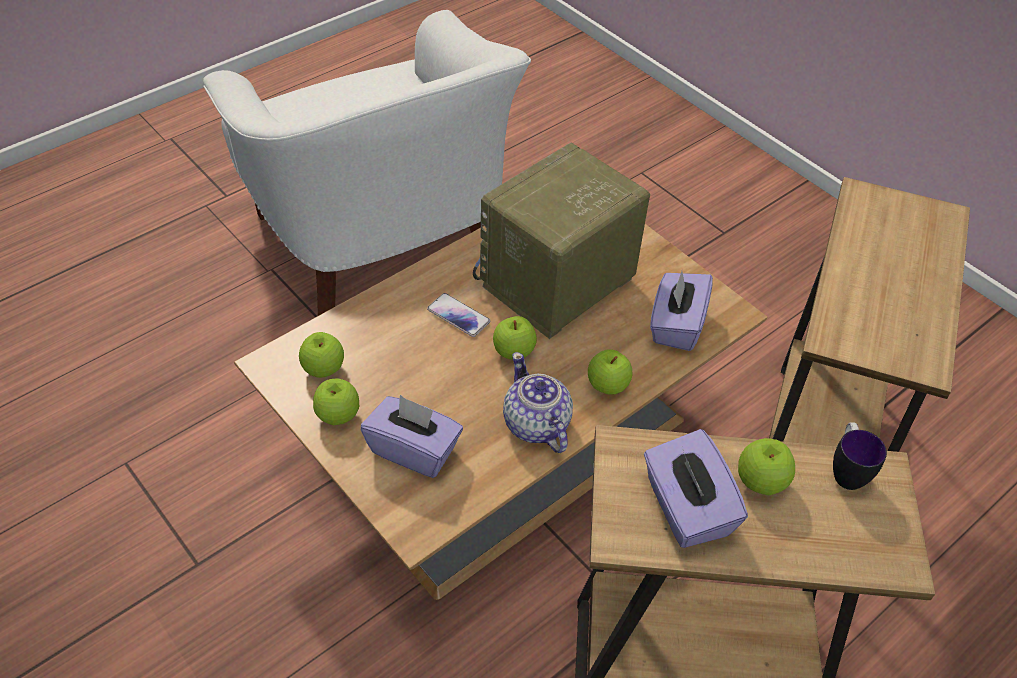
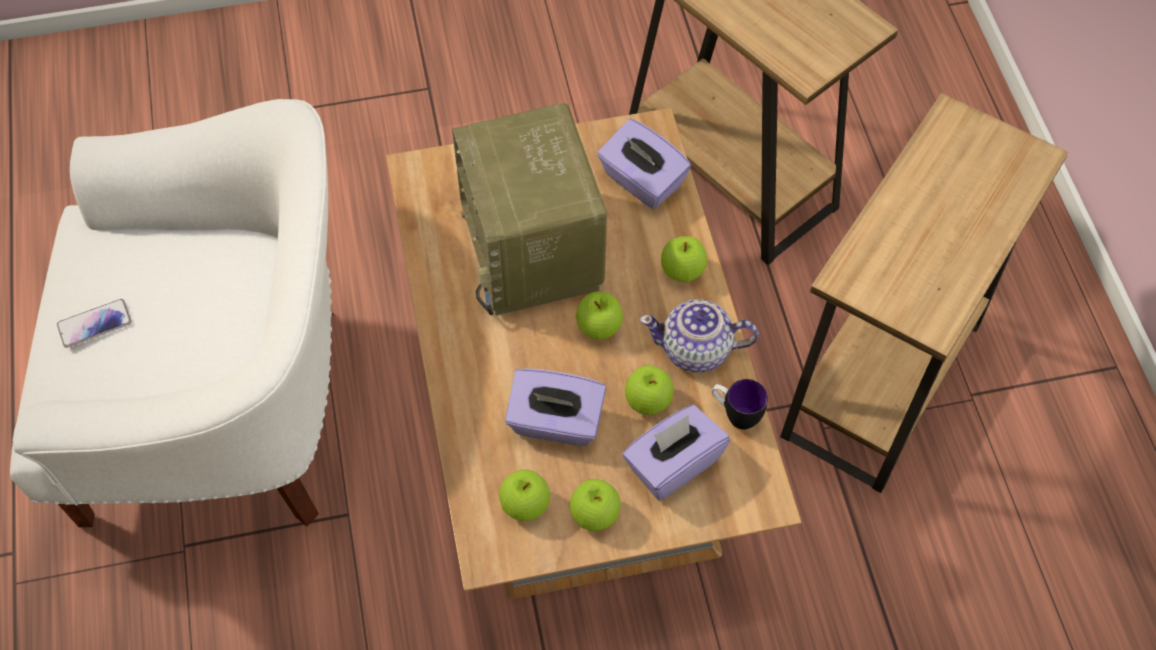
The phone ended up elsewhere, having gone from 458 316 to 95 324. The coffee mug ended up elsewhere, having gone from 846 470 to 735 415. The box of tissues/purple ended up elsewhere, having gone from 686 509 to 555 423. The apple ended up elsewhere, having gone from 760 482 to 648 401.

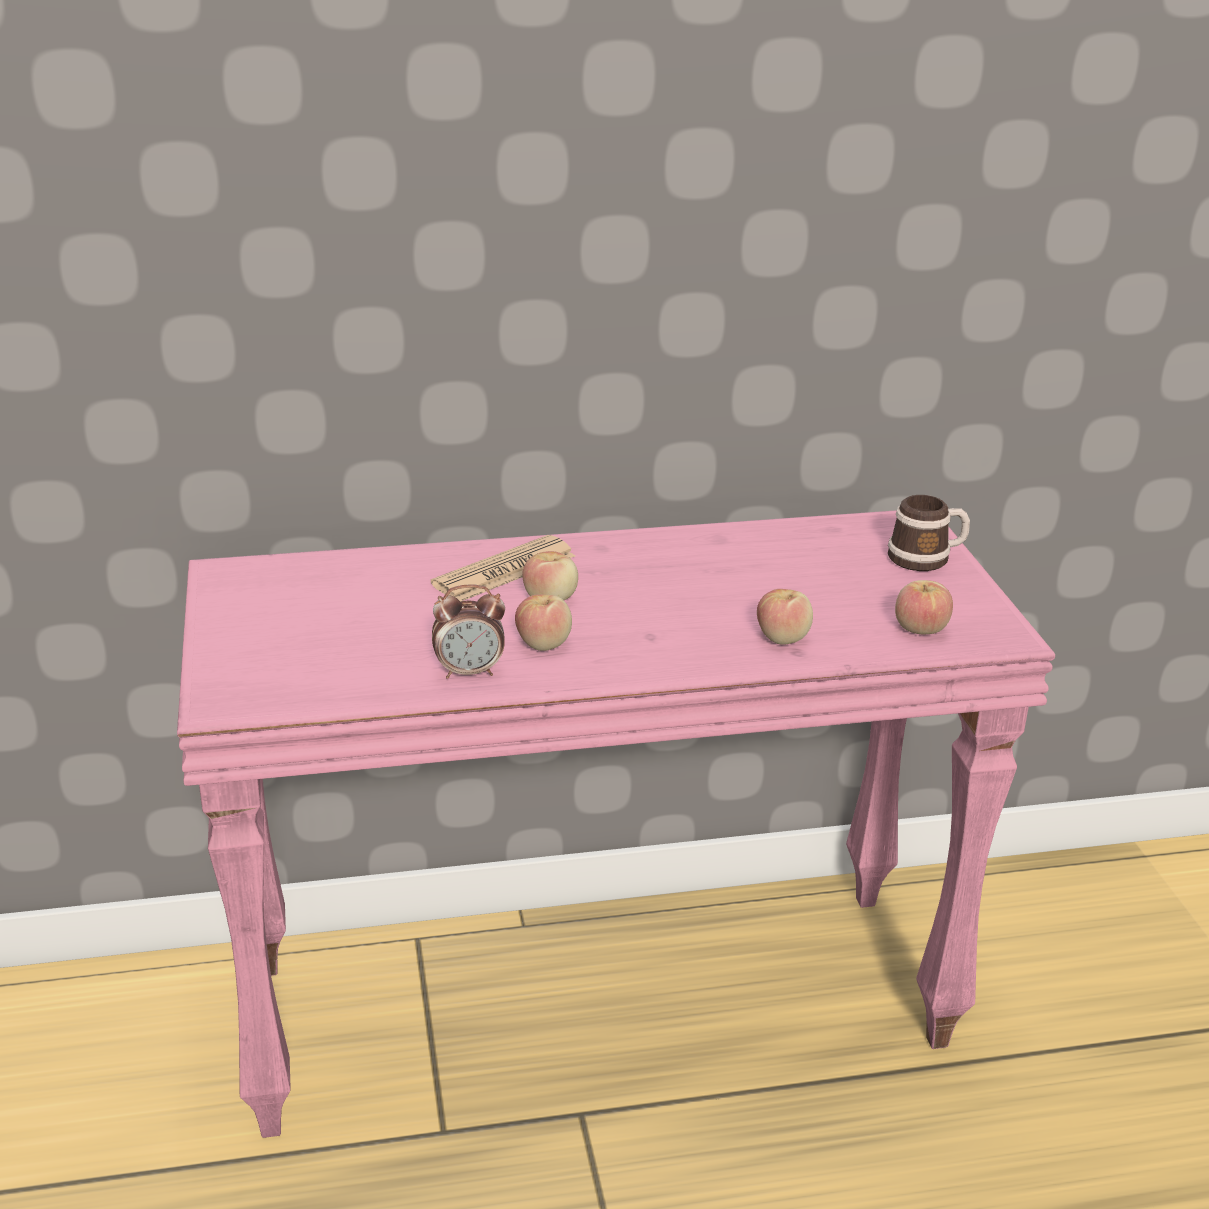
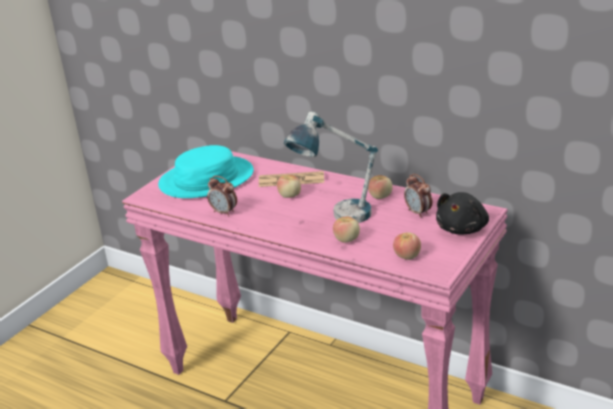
Where the coffee mug stood at 926 557, the soft toy/black-coloured came to stand at 463 228. The apple ended up elsewhere, having gone from 543 643 to 380 196. The second view gained the table lamp at 336 218. The second view gained the hat/blue-green at 207 179. The second view gained the table clock at 418 213.

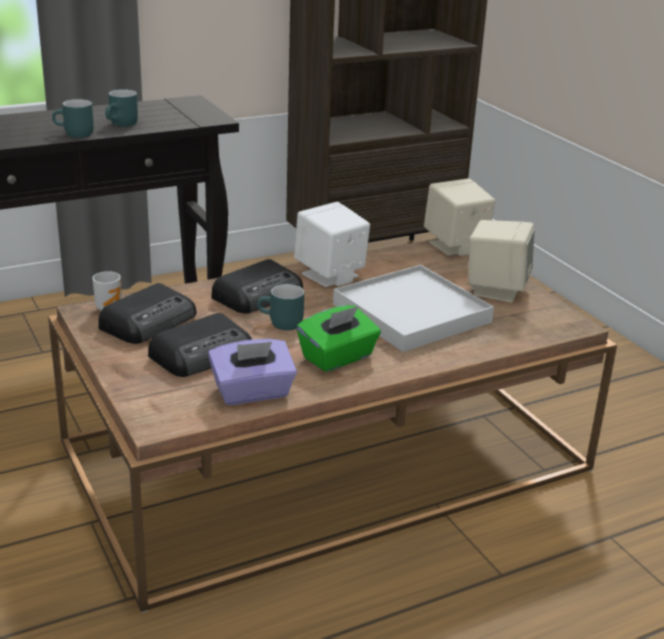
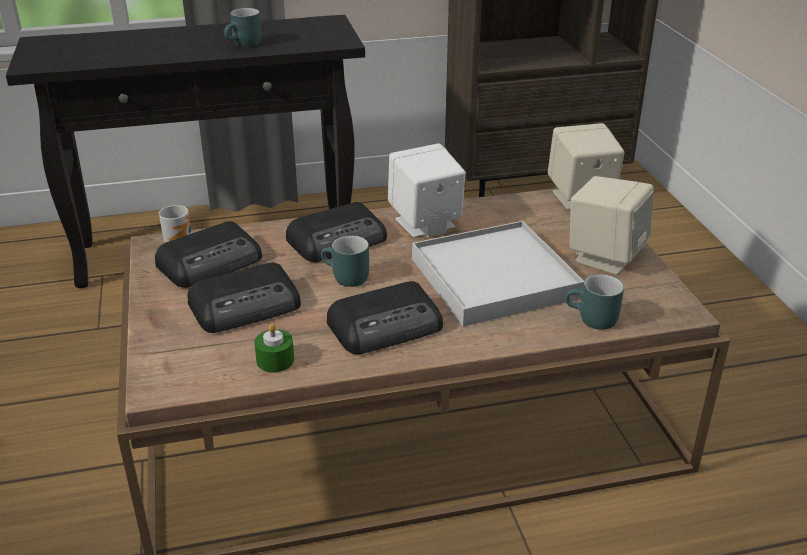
The coffee mug/blue-green ended up elsewhere, having gone from 74 134 to 591 320. Where the box of tissues/greenish stood at 338 357, the radio set came to stand at 387 326. Where the box of tissues/purple stood at 252 393, the candle/greenish came to stand at 275 360.

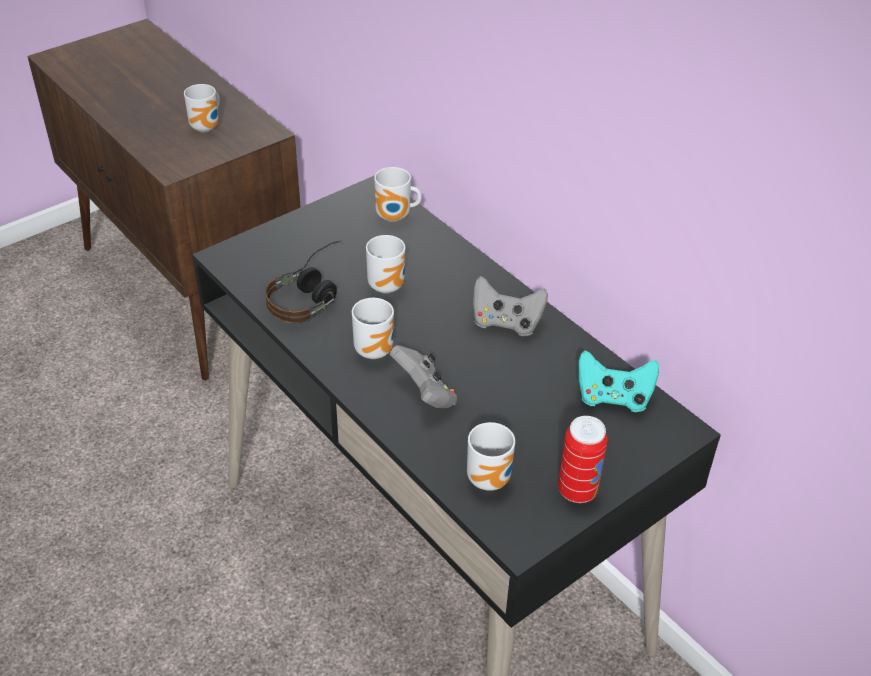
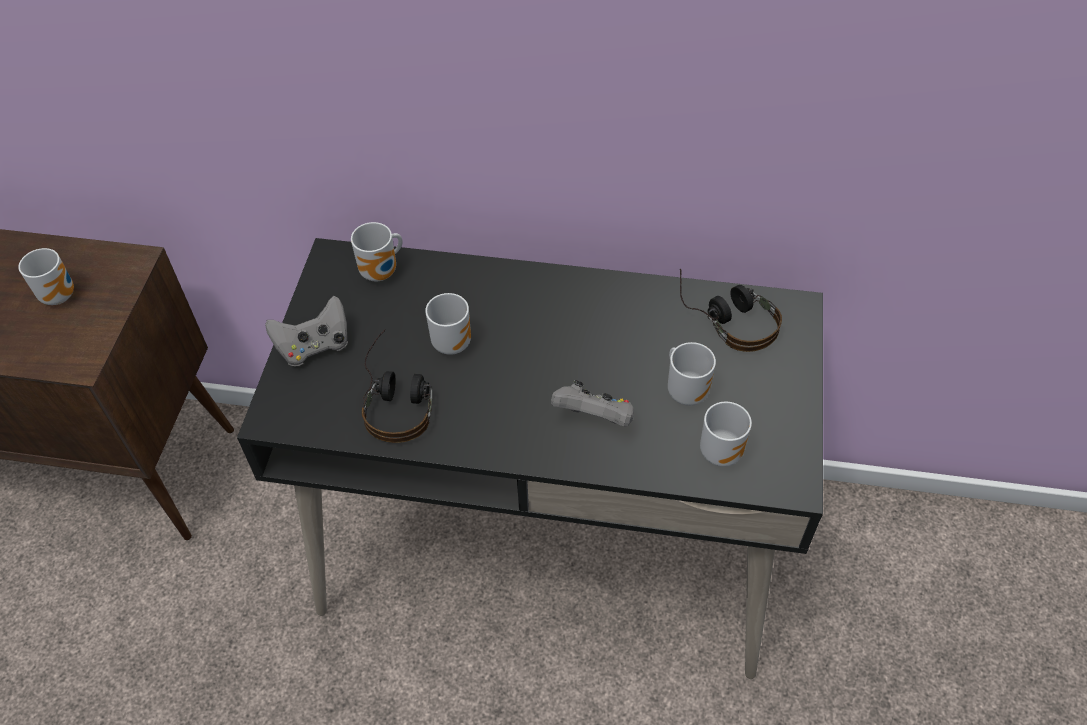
The joypad/gray ended up elsewhere, having gone from 506 323 to 314 346. The coffee mug ended up elsewhere, having gone from 376 349 to 687 391. Where the joypad/blue-green stood at 613 397, the headphones came to stand at 726 316. The second view lost the sealed can at 577 490.

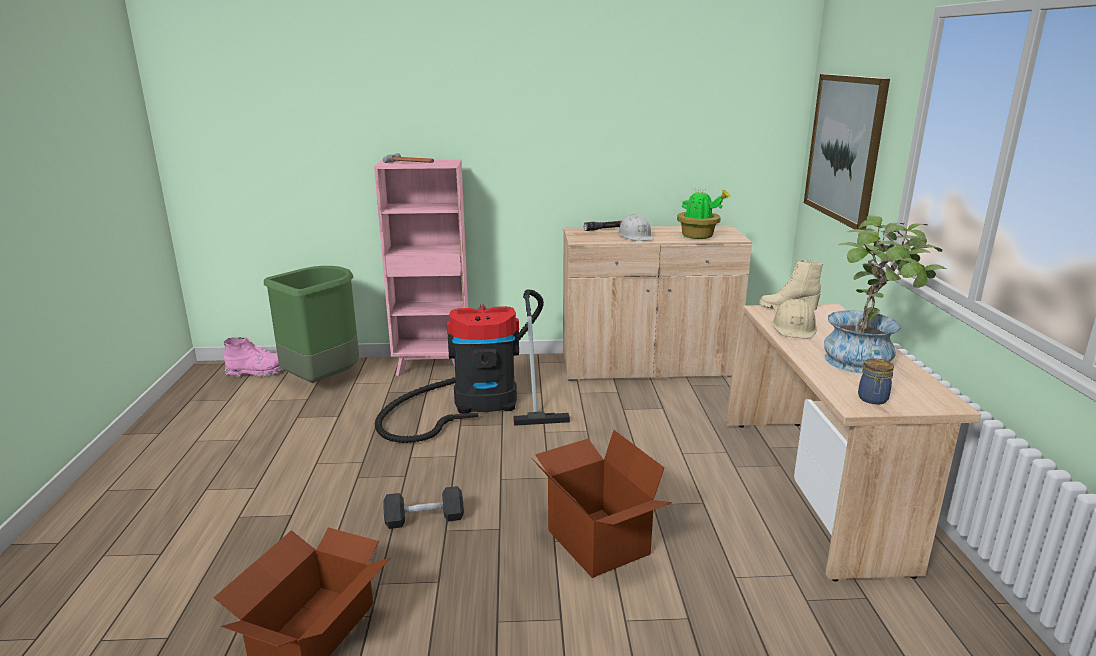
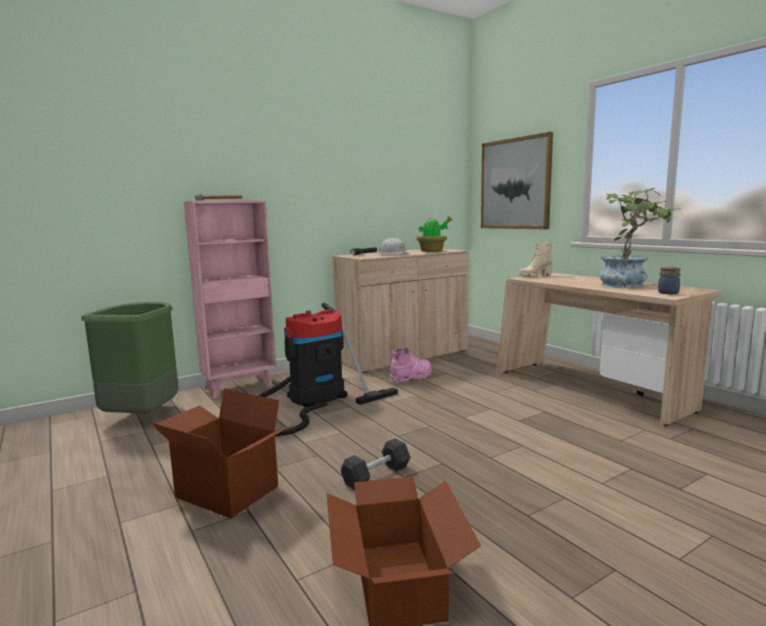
The second view lost the work helmet/sand-coloured at 794 328. The boot/pink ended up elsewhere, having gone from 257 372 to 411 378. The cardboard box ended up elsewhere, having gone from 596 542 to 225 492.

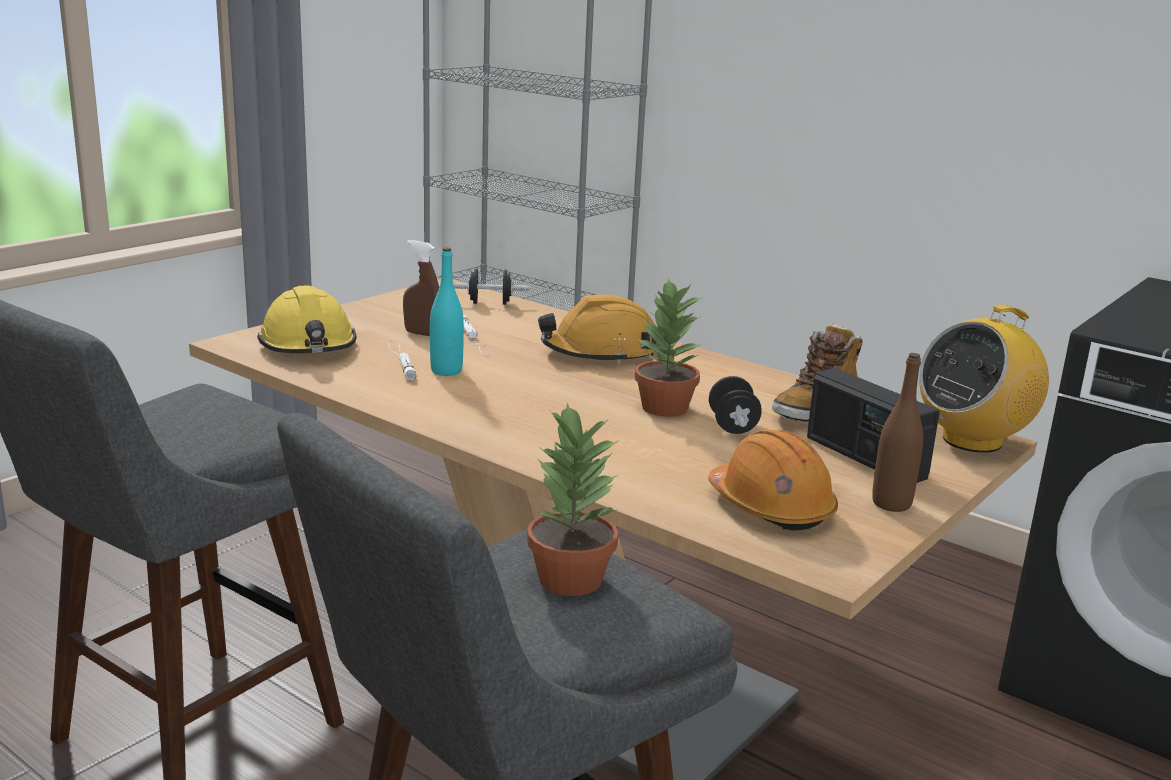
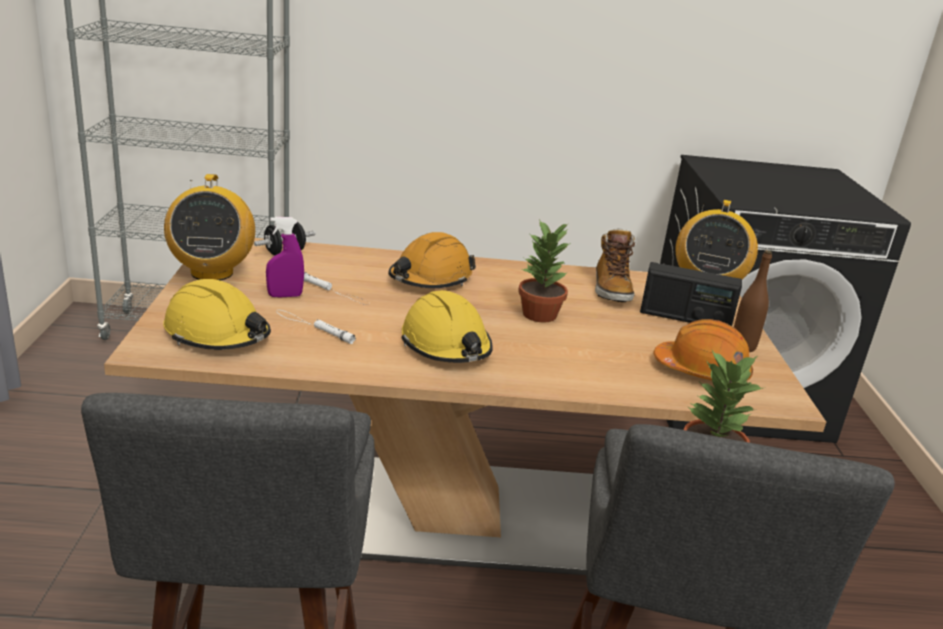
What was the hand sprayer/brown at 422 334 turned into the hand sprayer/purple at 285 296. The second view lost the beverage bottle/blue-green at 446 371. The second view lost the free weight/black-coloured at 732 426. The second view gained the radio set at 212 272. The second view gained the work helmet/yellowish at 446 346.

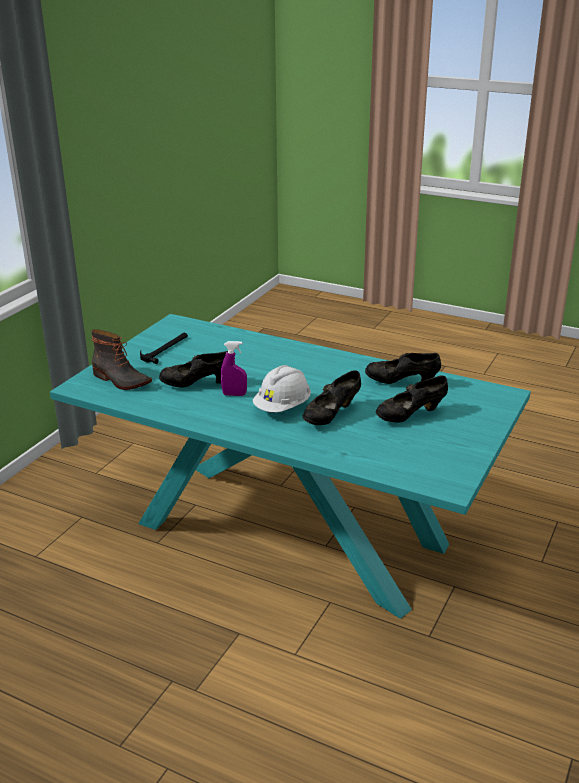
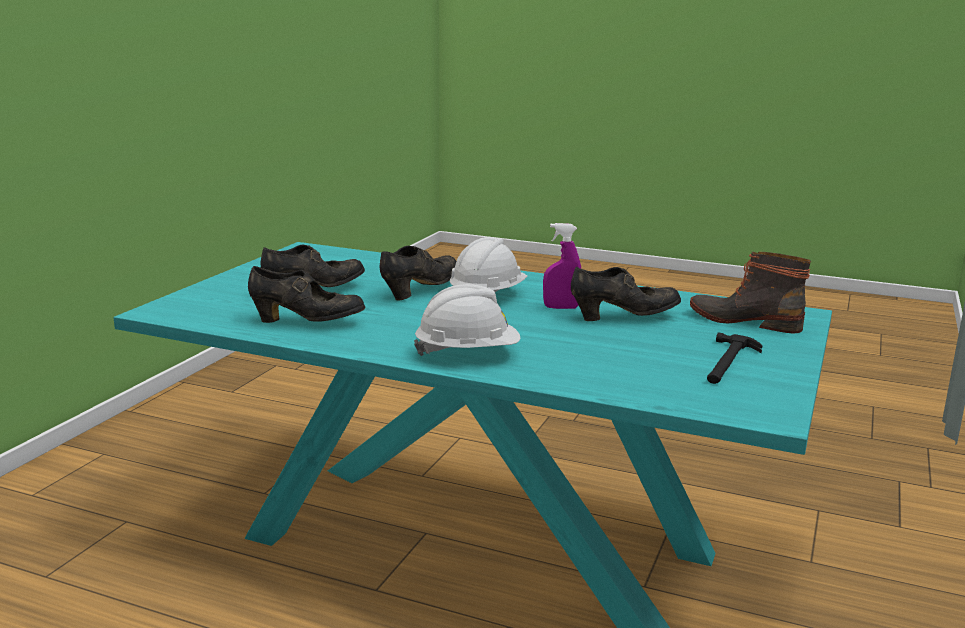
The second view gained the work helmet/white at 468 354.

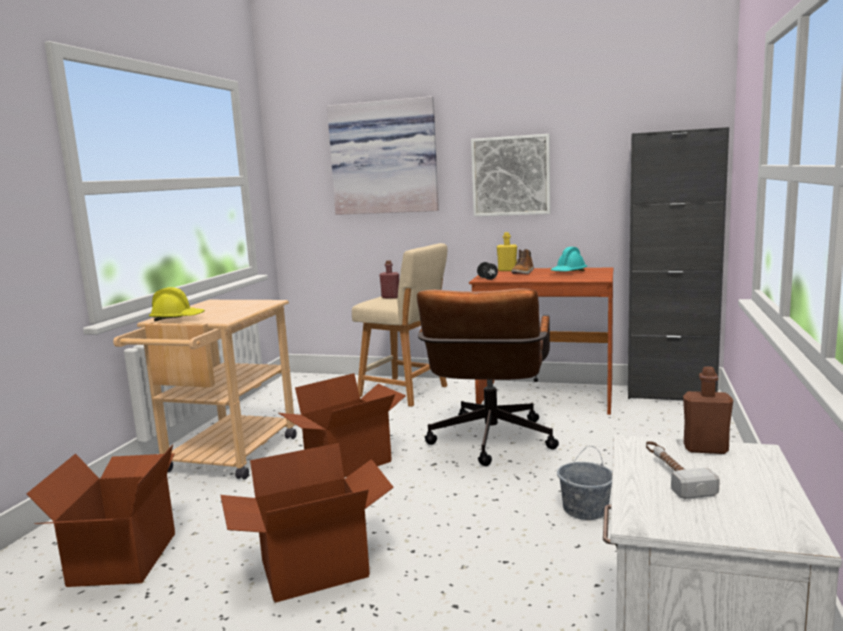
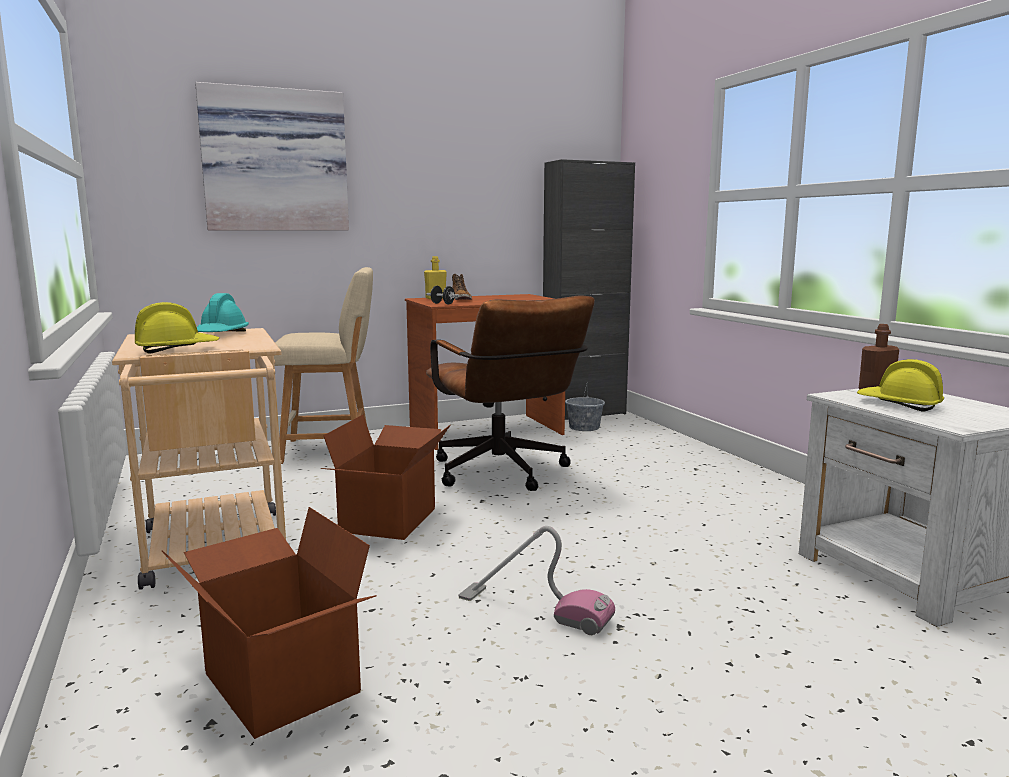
The second view lost the wall picture at 511 176. The work helmet/blue-green ended up elsewhere, having gone from 568 272 to 221 334. The second view lost the beverage bottle/red-coloured at 390 297. Where the hammer stood at 672 473, the work helmet/yellowish came to stand at 899 404. Where the cardboard box stood at 314 570, the vacuum cleaner came to stand at 534 609. The bucket/gray ended up elsewhere, having gone from 585 509 to 584 427.

